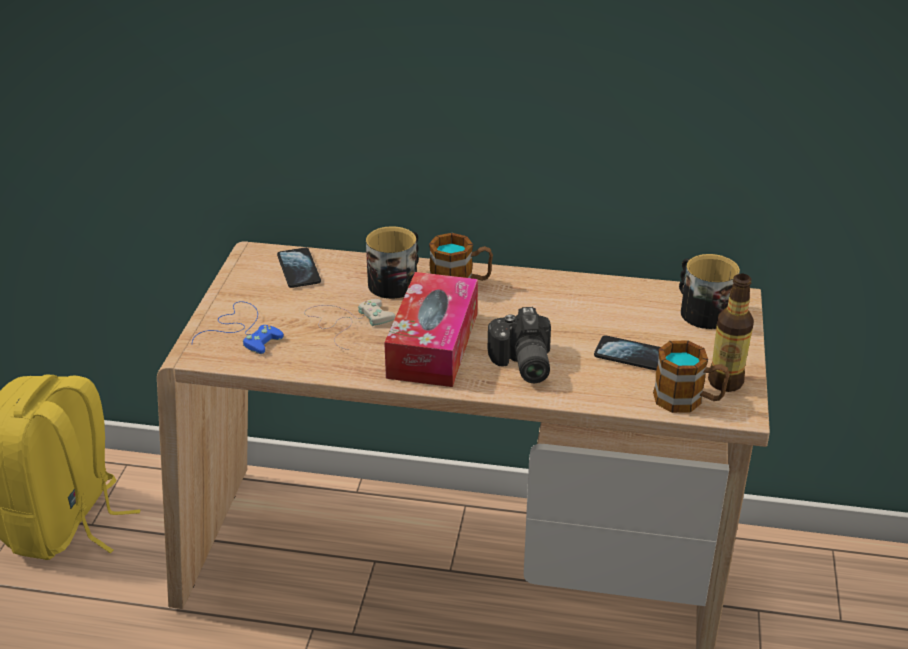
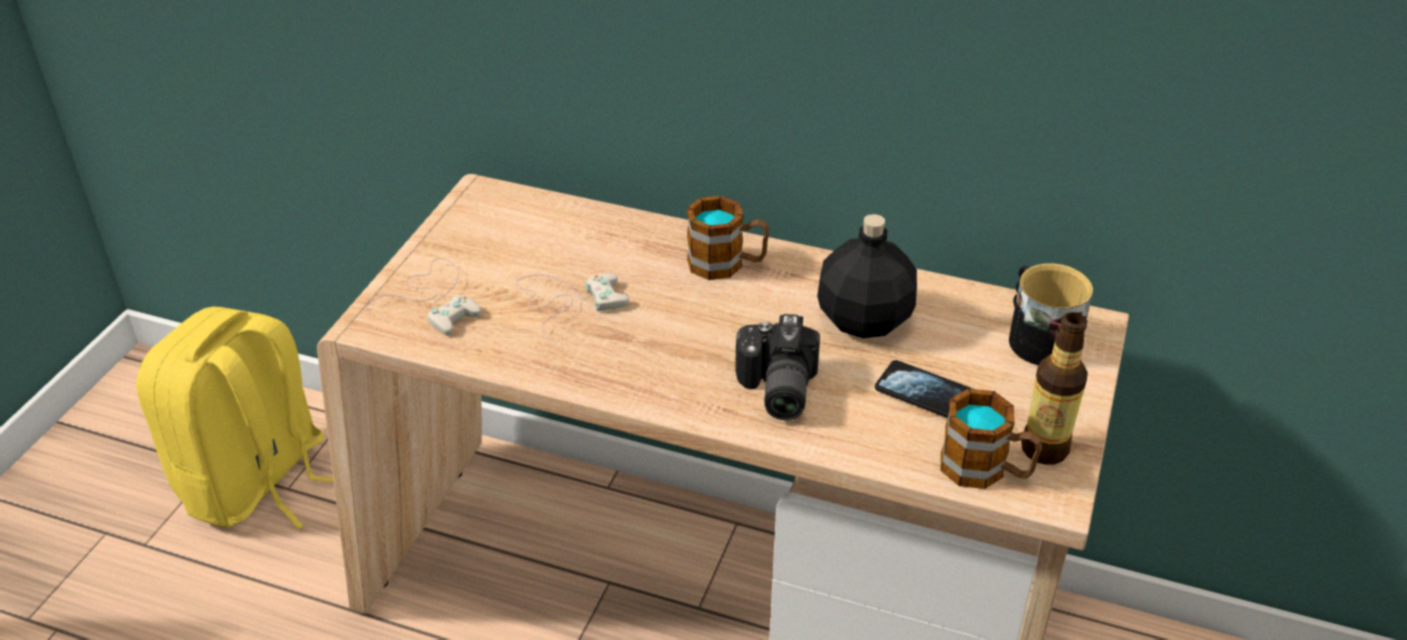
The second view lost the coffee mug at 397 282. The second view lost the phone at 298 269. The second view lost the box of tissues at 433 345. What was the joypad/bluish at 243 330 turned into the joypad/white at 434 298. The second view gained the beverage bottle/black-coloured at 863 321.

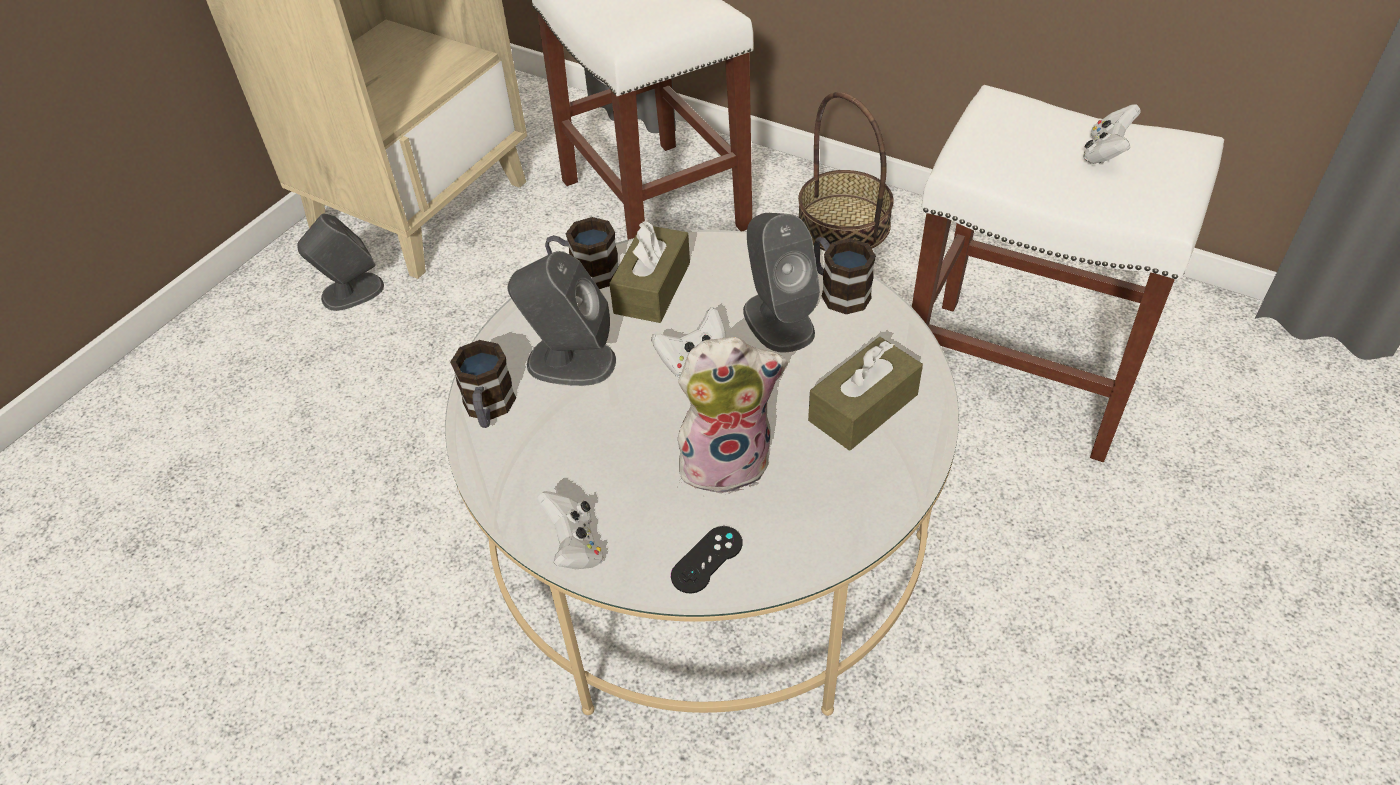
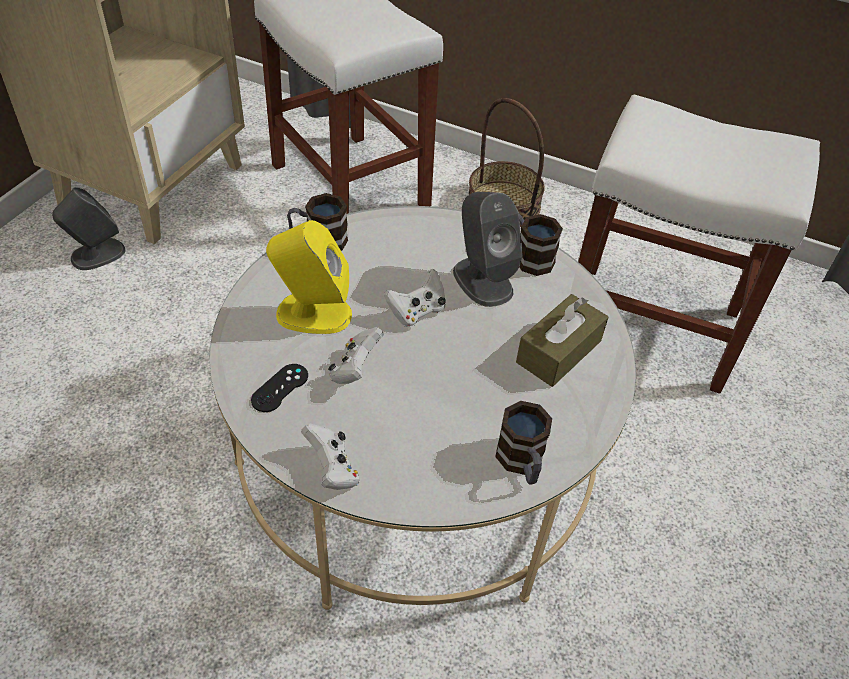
The joypad/white ended up elsewhere, having gone from 1105 153 to 355 369. The second view lost the box of tissues/brown at 652 288. What was the audio speaker/gray at 569 361 turned into the audio speaker/yellowish at 312 313. The second view lost the soft toy at 727 461. The coffee mug ended up elsewhere, having gone from 489 409 to 522 463. The joypad/black-coloured ended up elsewhere, having gone from 707 559 to 280 388.

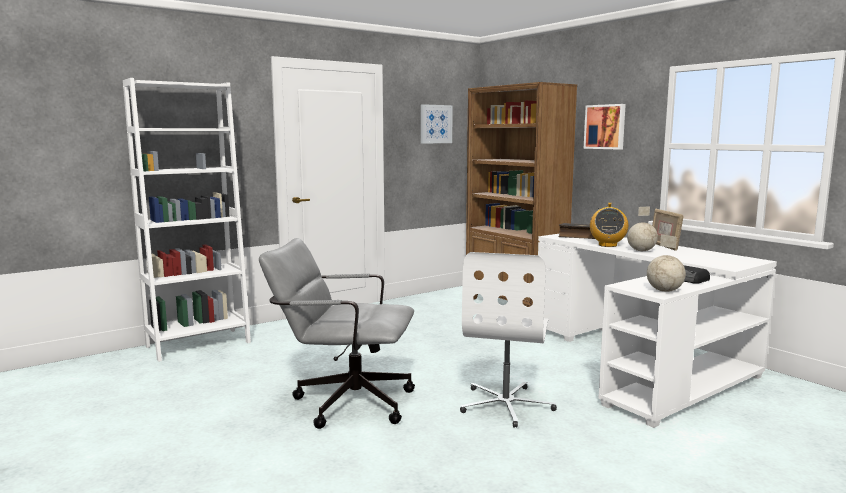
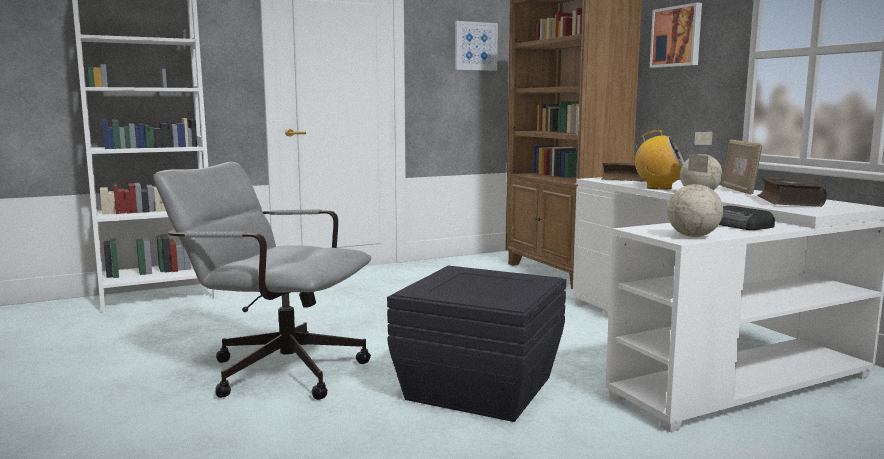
The radio set at 607 245 ended up facing another way, 90 degrees counterclockwise from before. Where the office chair/white stood at 506 405, the storage bin/black-coloured came to stand at 478 387. The second view gained the volume at 788 202.

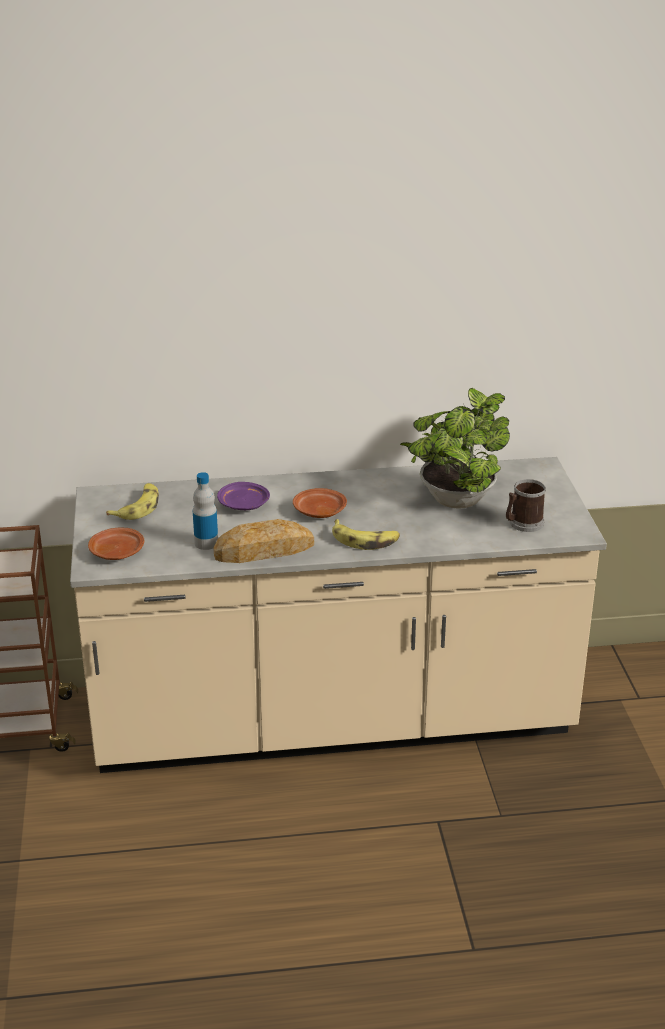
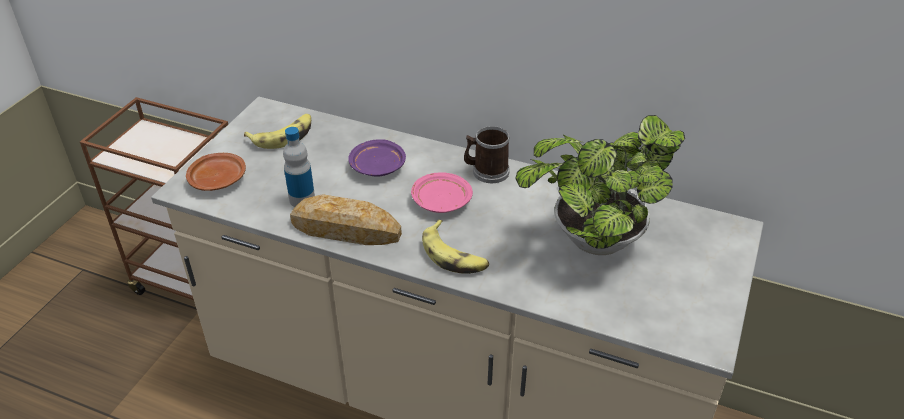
The coffee mug ended up elsewhere, having gone from 523 524 to 486 171. What was the flat dish/brown at 319 511 turned into the flat dish/pink at 440 201.

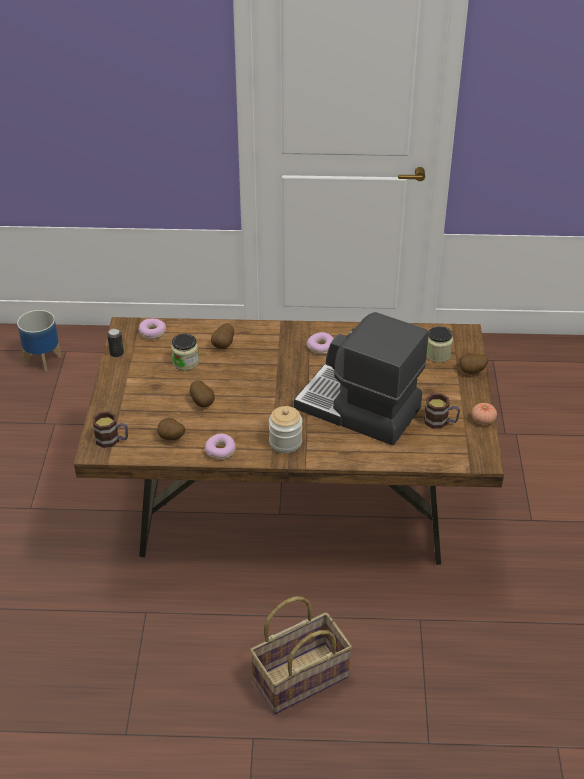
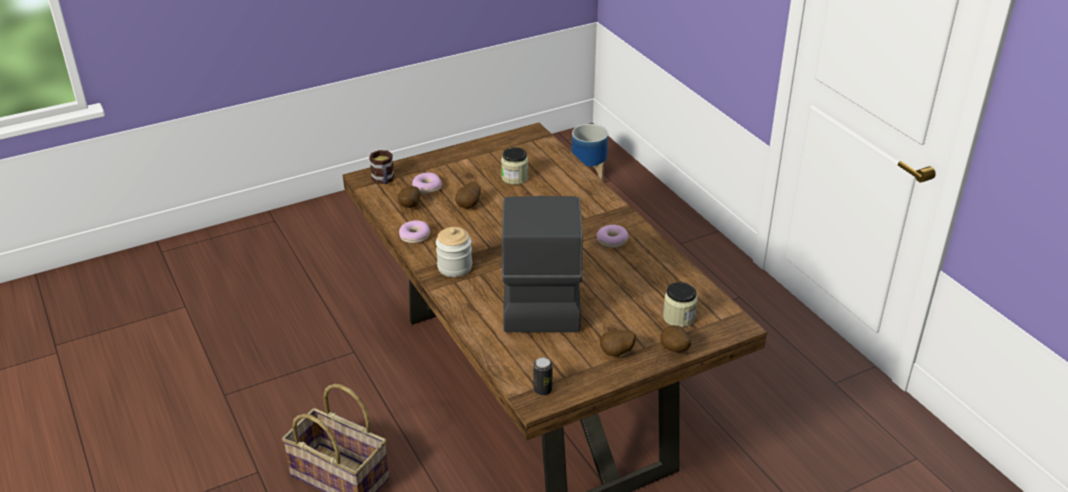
The doughnut ended up elsewhere, having gone from 152 333 to 426 187. The potato ended up elsewhere, having gone from 224 345 to 617 354. The sealed can ended up elsewhere, having gone from 116 353 to 542 390. The second view lost the coffee mug at 440 422. The second view lost the tomato at 483 420.

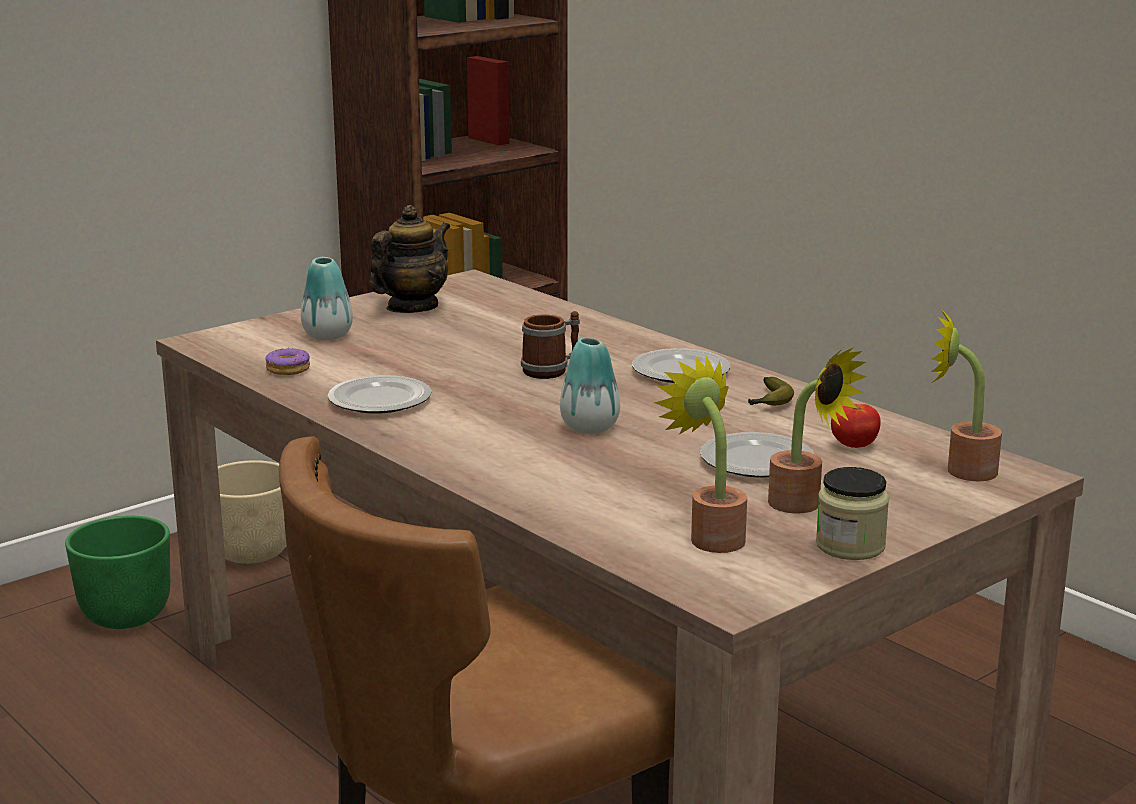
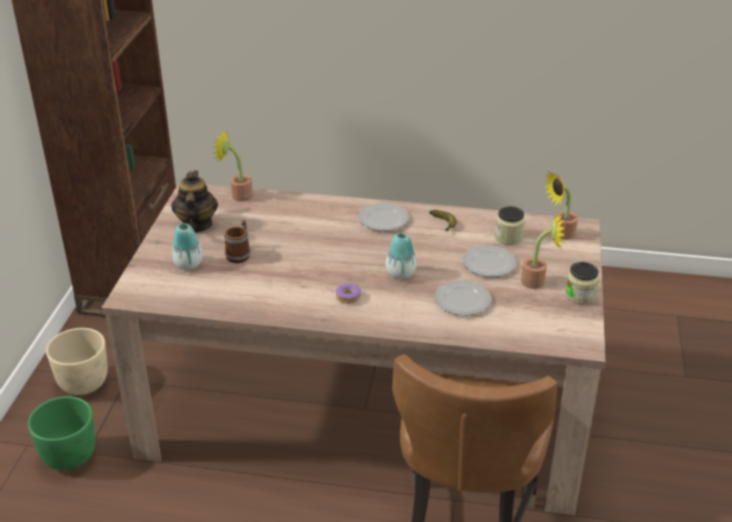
The coffee mug ended up elsewhere, having gone from 552 370 to 240 254. The doughnut ended up elsewhere, having gone from 288 369 to 348 297. The potted plant ended up elsewhere, having gone from 710 536 to 238 195. The flat dish ended up elsewhere, having gone from 380 400 to 462 300. Where the tomato stood at 853 446, the storage jar came to stand at 508 237.

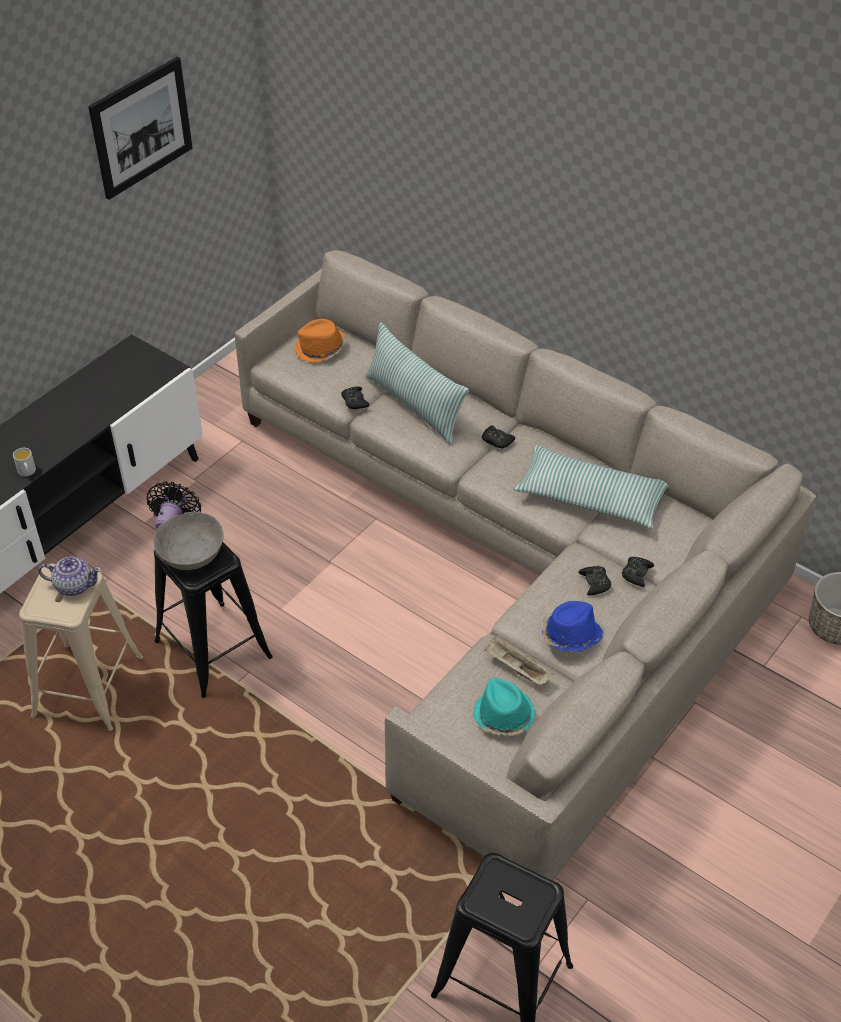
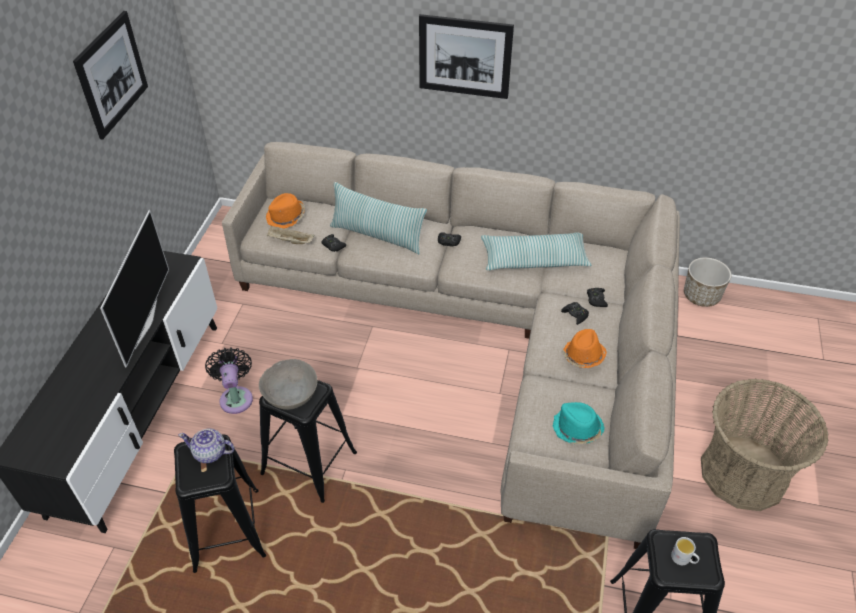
The coffee mug/white ended up elsewhere, having gone from 27 472 to 683 559. The teapot at 74 585 ended up facing another way, 150 degrees counterclockwise from before. What was the sitting stool/sand-coloured at 88 687 turned into the sitting stool/black-coloured at 227 530. What was the hat/bluish at 570 635 turned into the hat/orangey at 583 356. The serving tray/sand-coloured ended up elsewhere, having gone from 516 668 to 290 241. The second view gained the wall picture at 465 56. The second view gained the TV set at 145 323. The second view gained the household basket at 743 473.

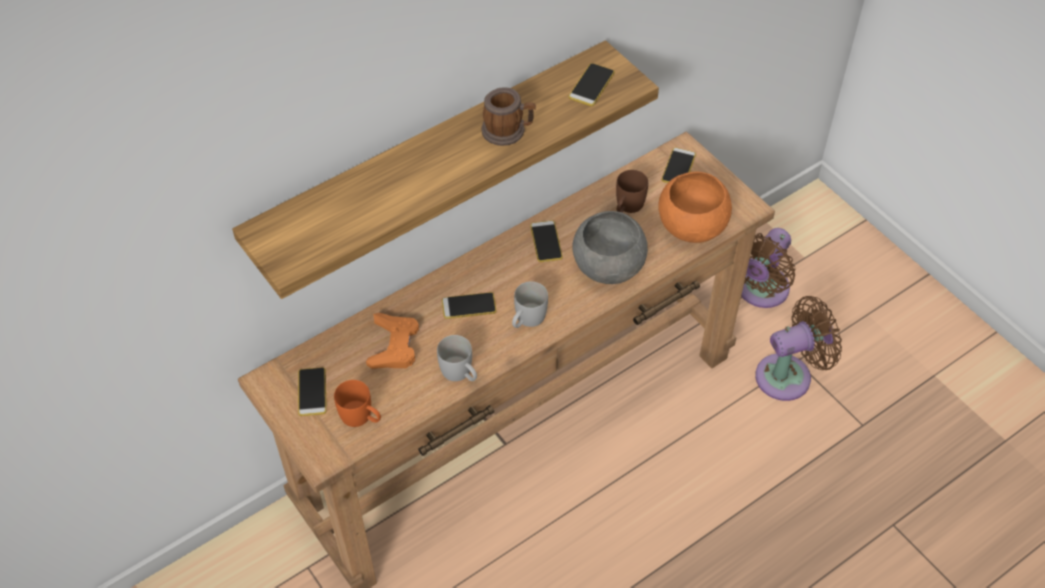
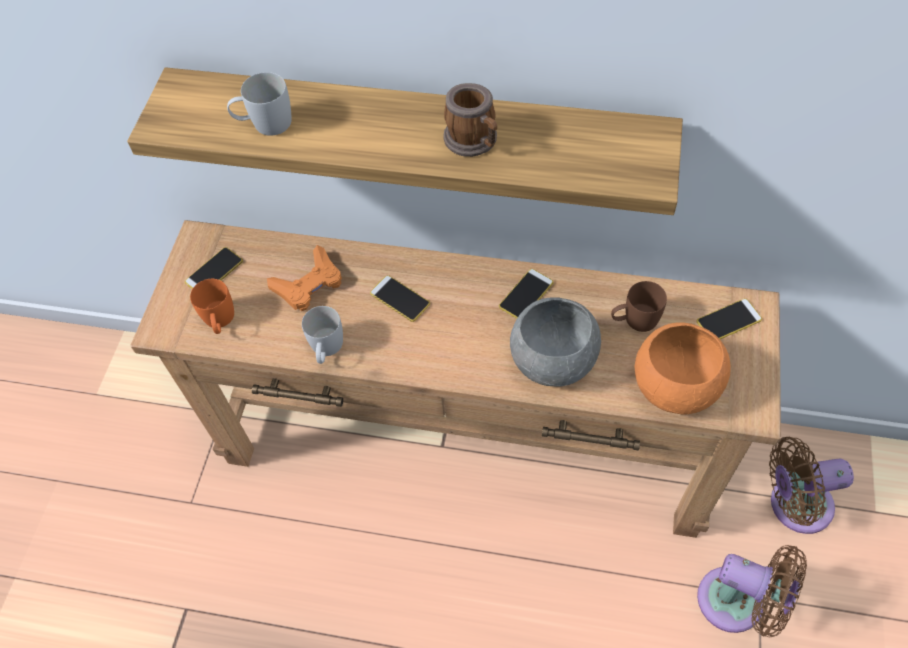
The second view lost the phone at 591 85. The coffee mug/white ended up elsewhere, having gone from 527 320 to 264 124.

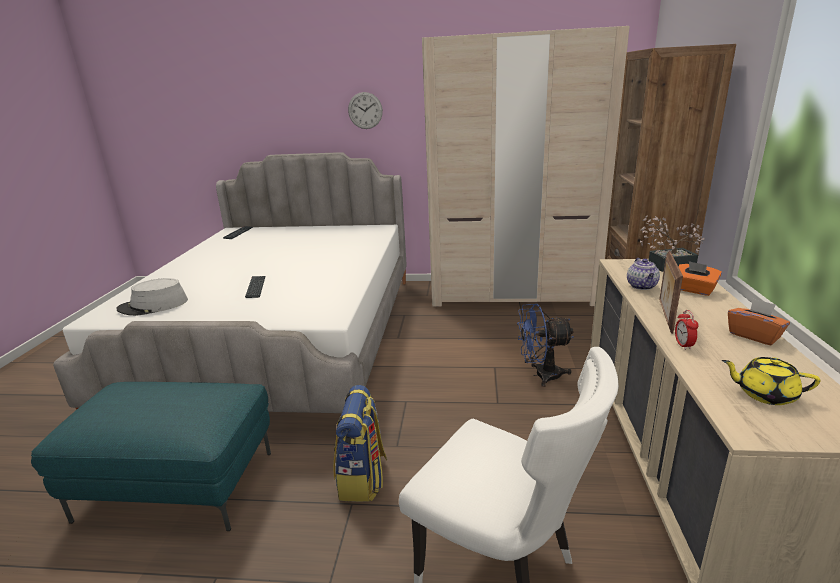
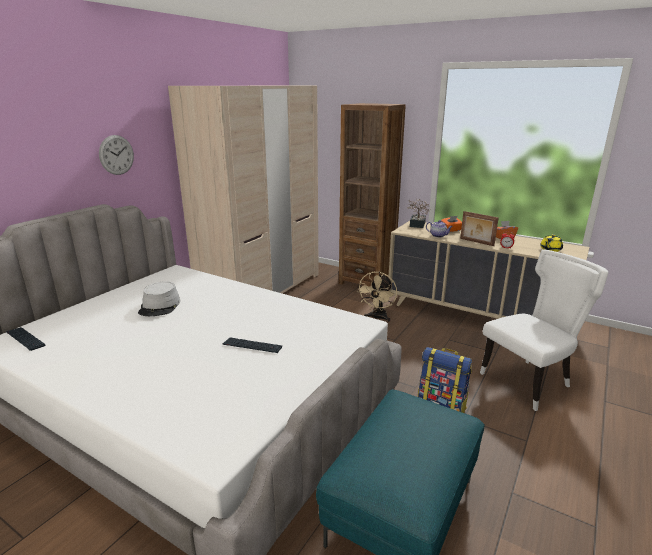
The hat/gray ended up elsewhere, having gone from 153 305 to 160 306. What was the electric fan/bluish at 541 375 turned into the electric fan/sand-coloured at 377 318.

